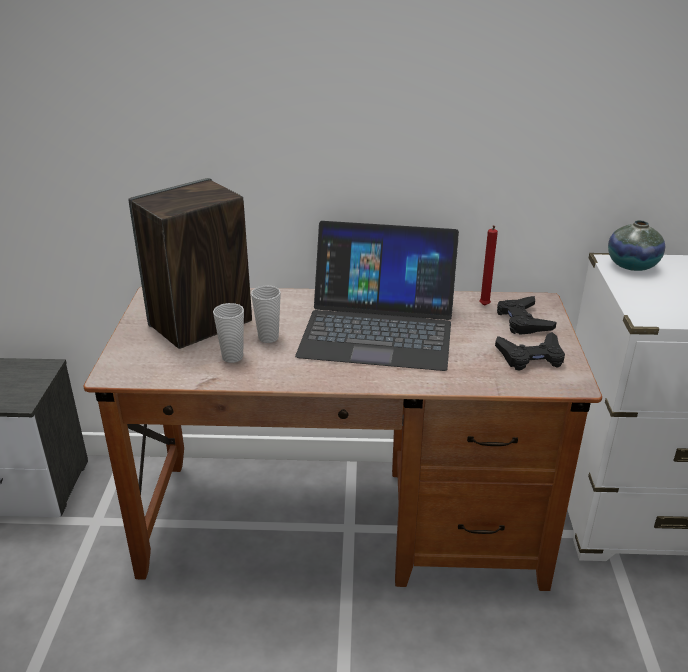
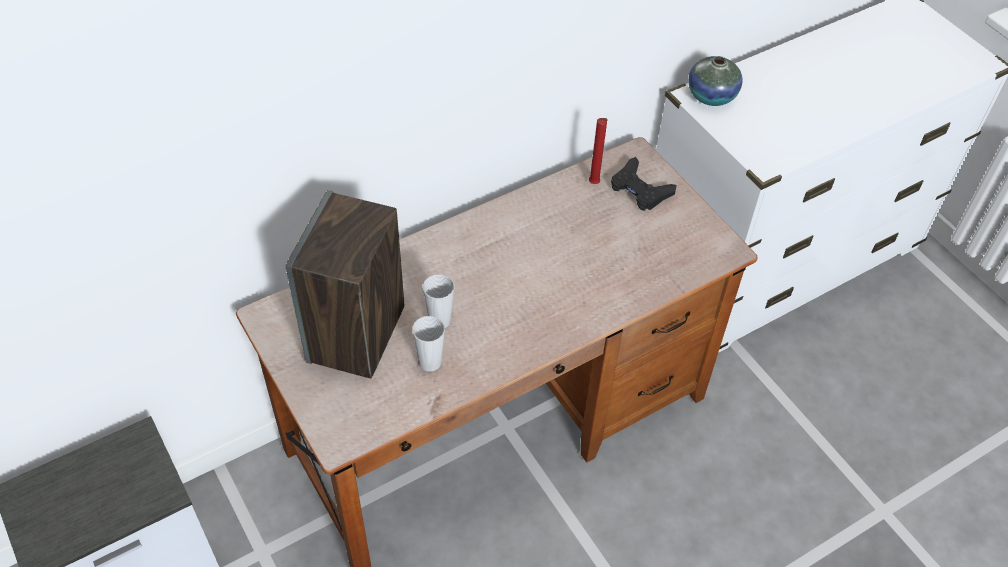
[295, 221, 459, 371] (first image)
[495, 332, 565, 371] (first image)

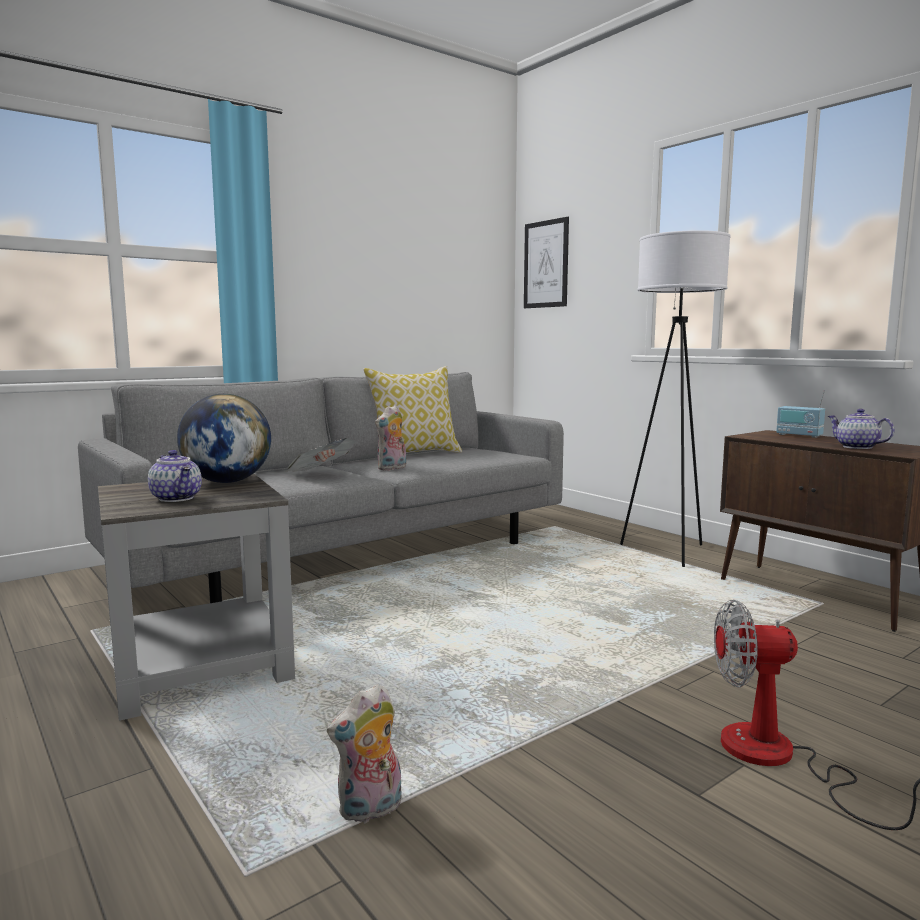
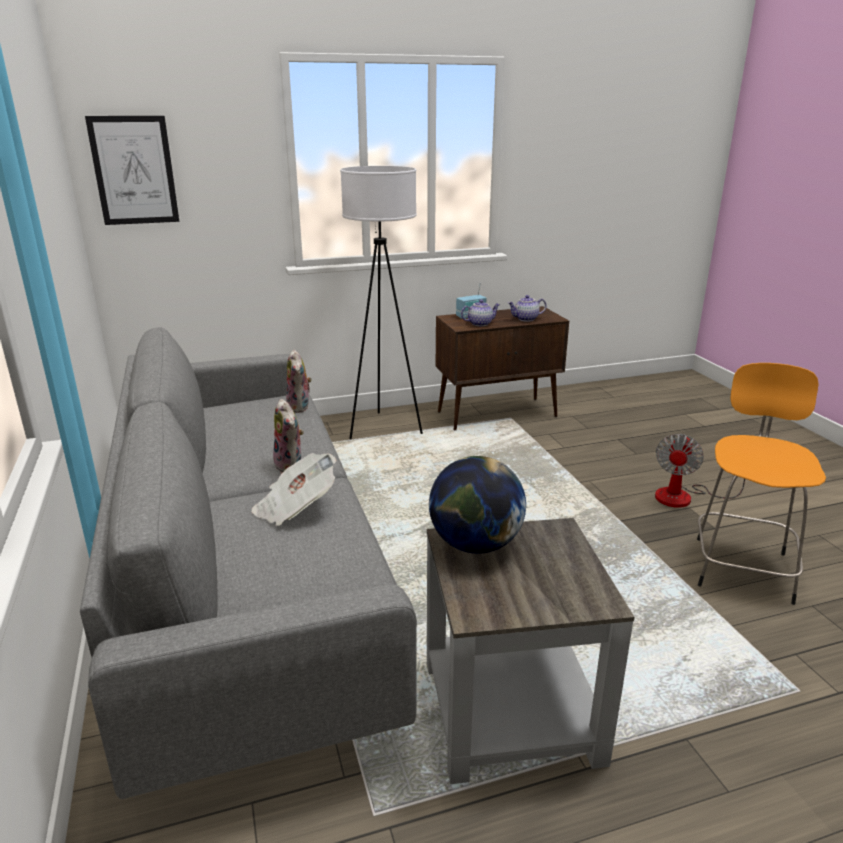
[461, 300, 500, 326]
[286, 349, 312, 413]
[363, 366, 462, 453] (first image)
[697, 363, 826, 605]

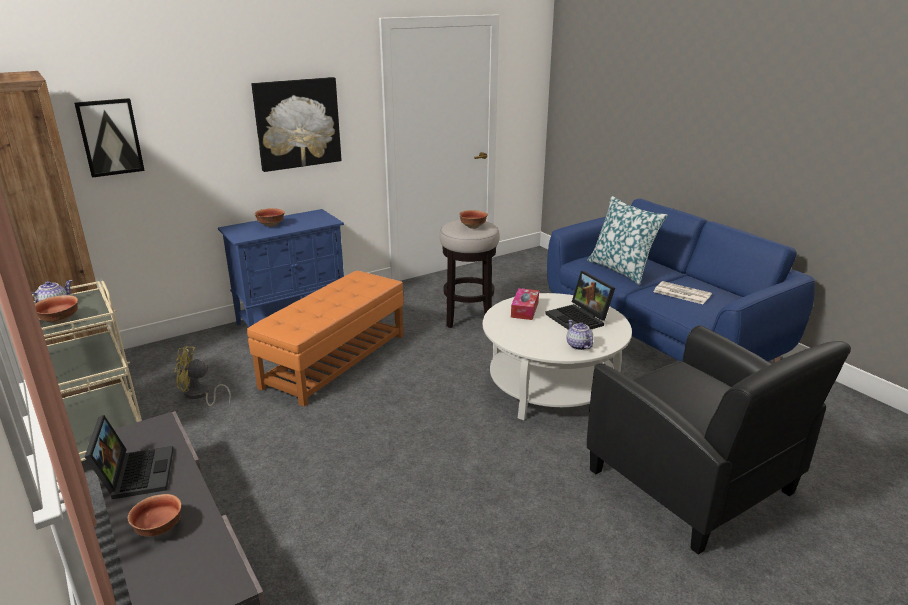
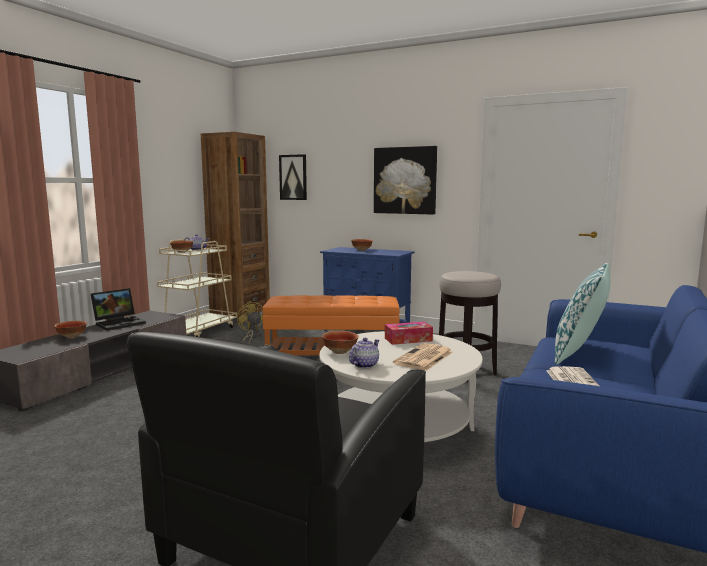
[322, 331, 359, 354]
[393, 343, 453, 371]

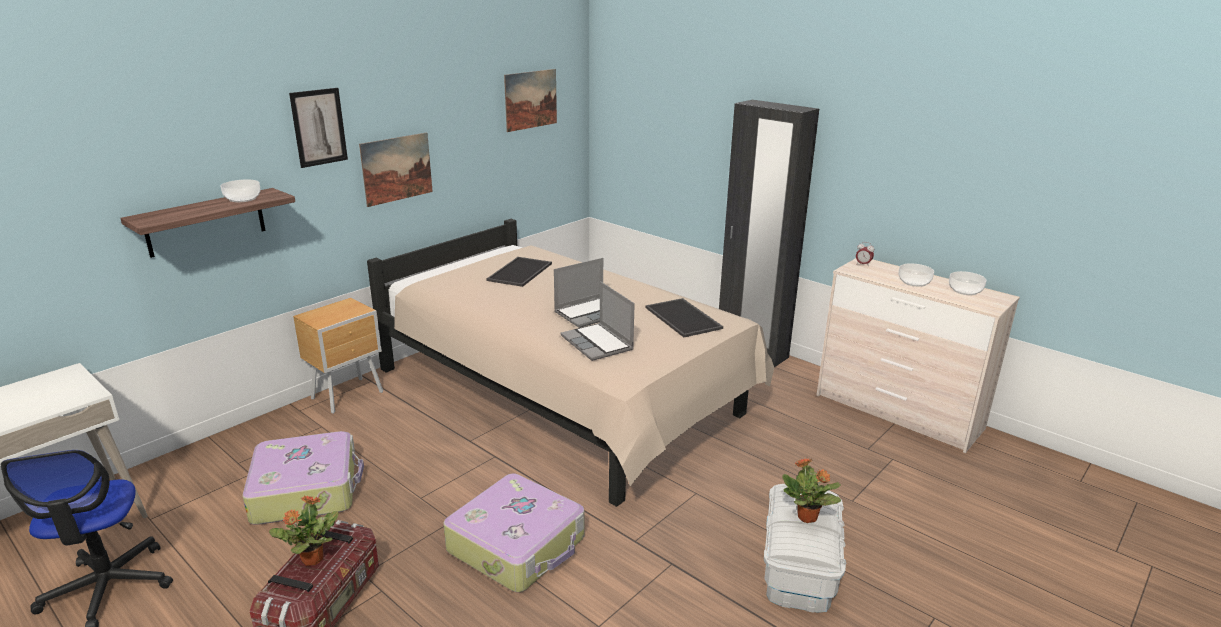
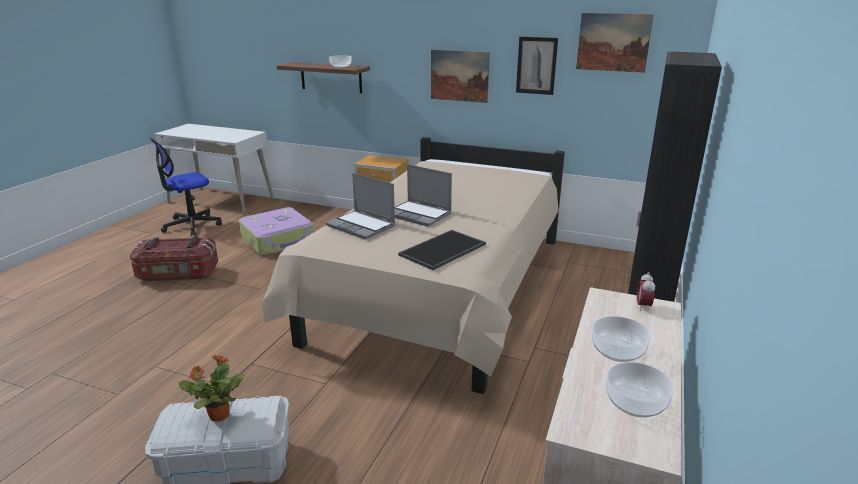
[269, 496, 339, 566] (first image)
[516, 37, 558, 95]
[443, 473, 585, 592] (first image)
[486, 257, 552, 287] (first image)
[325, 173, 395, 239]

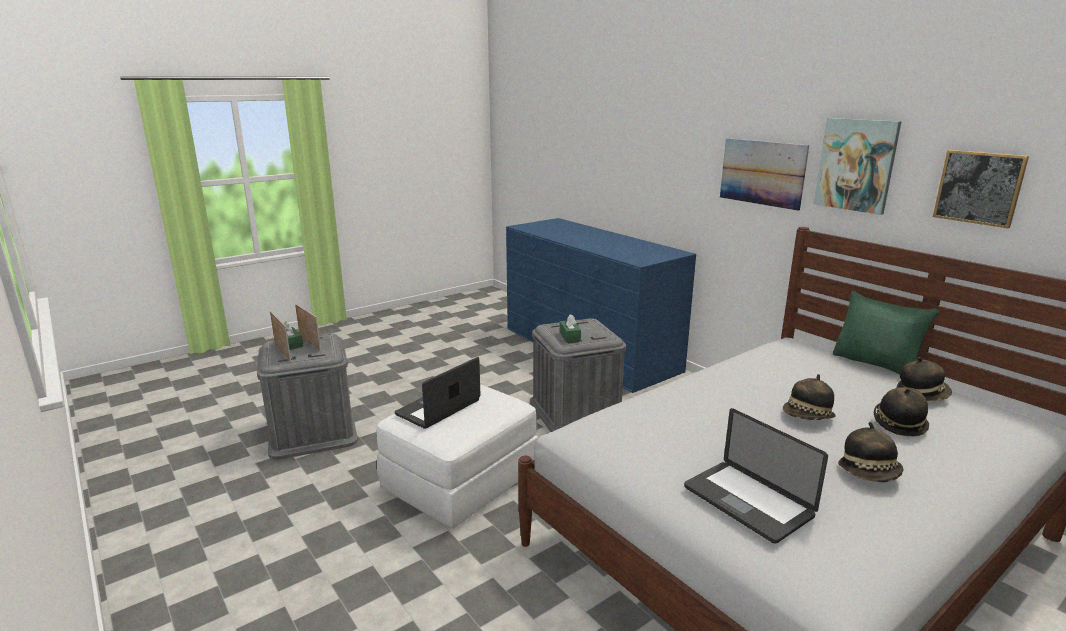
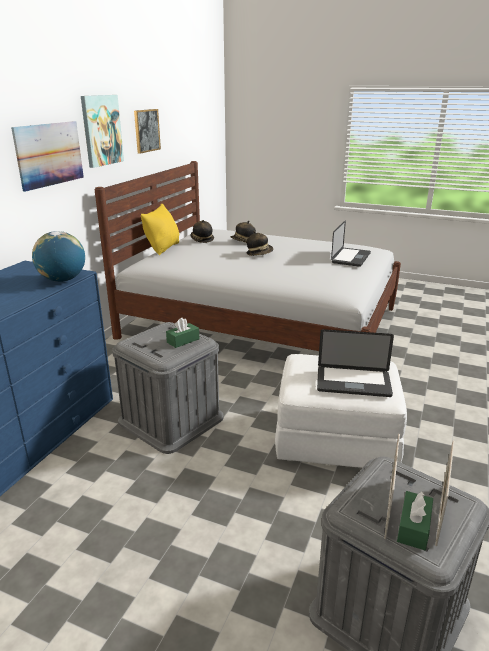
[141, 204, 179, 255]
[838, 422, 903, 482] (first image)
[32, 231, 85, 282]

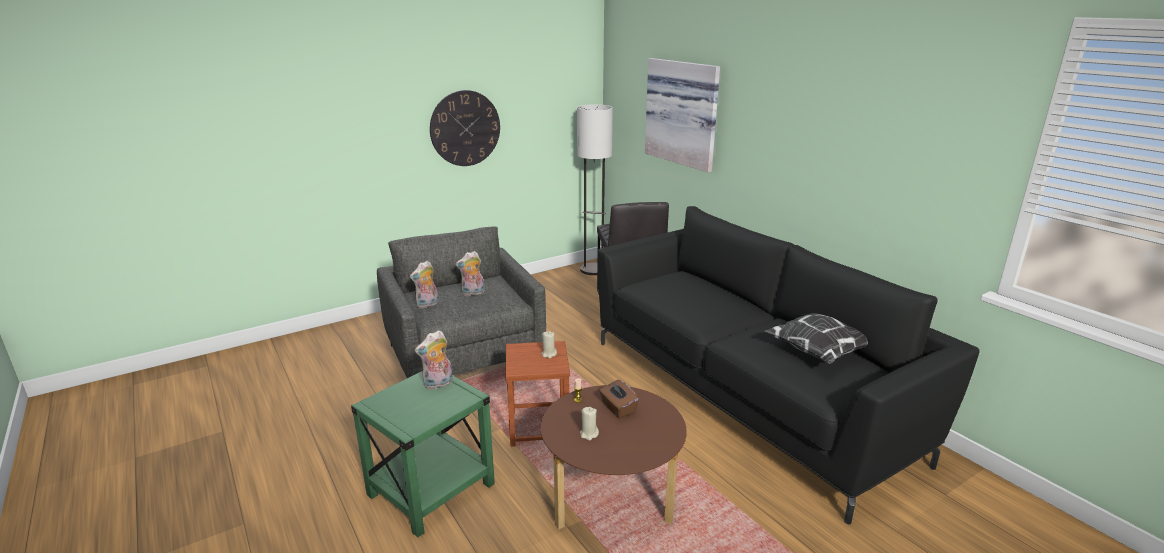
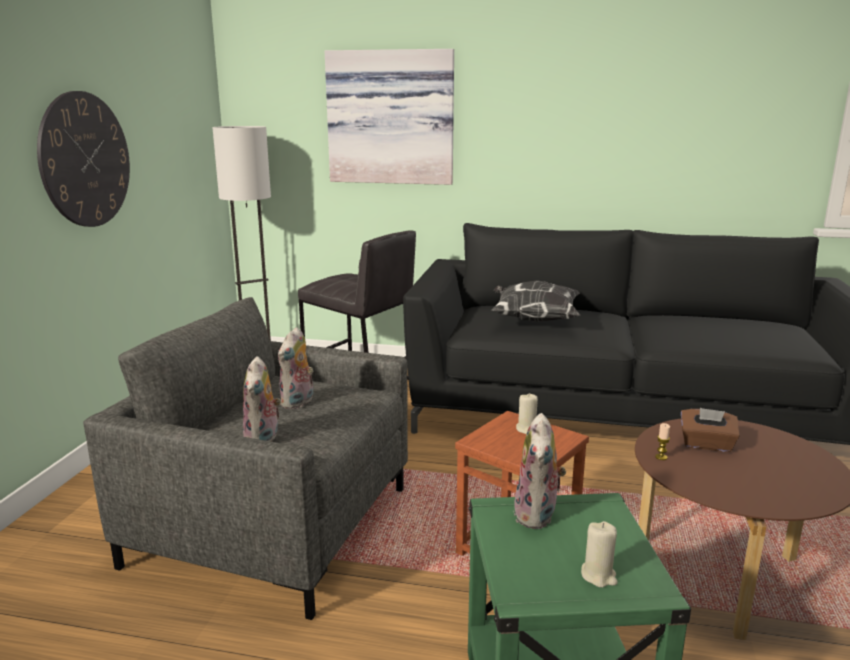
[581, 521, 618, 588]
[491, 280, 580, 322]

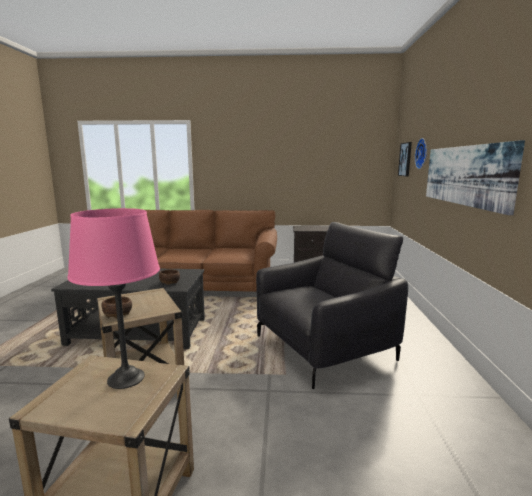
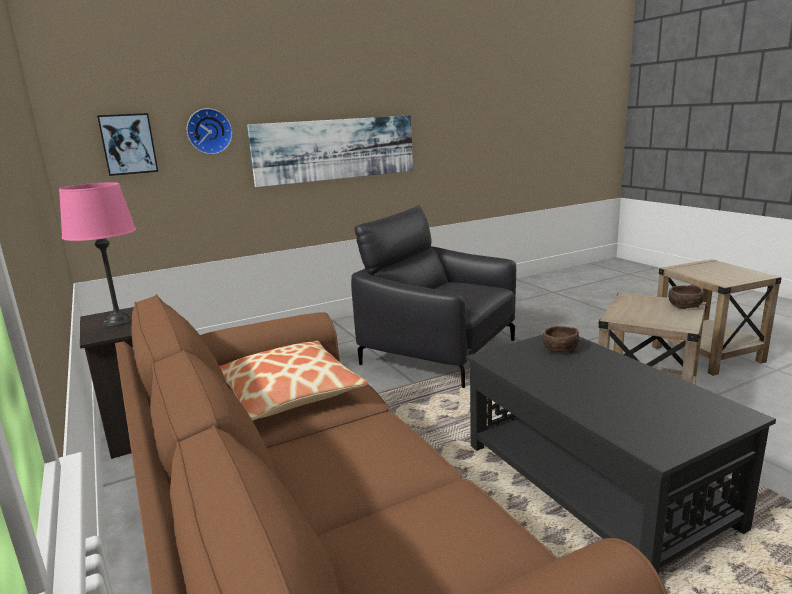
[59, 182, 136, 326]
[219, 341, 368, 421]

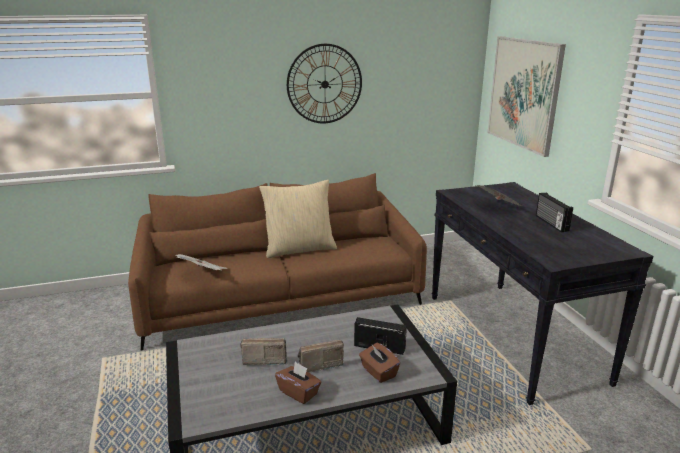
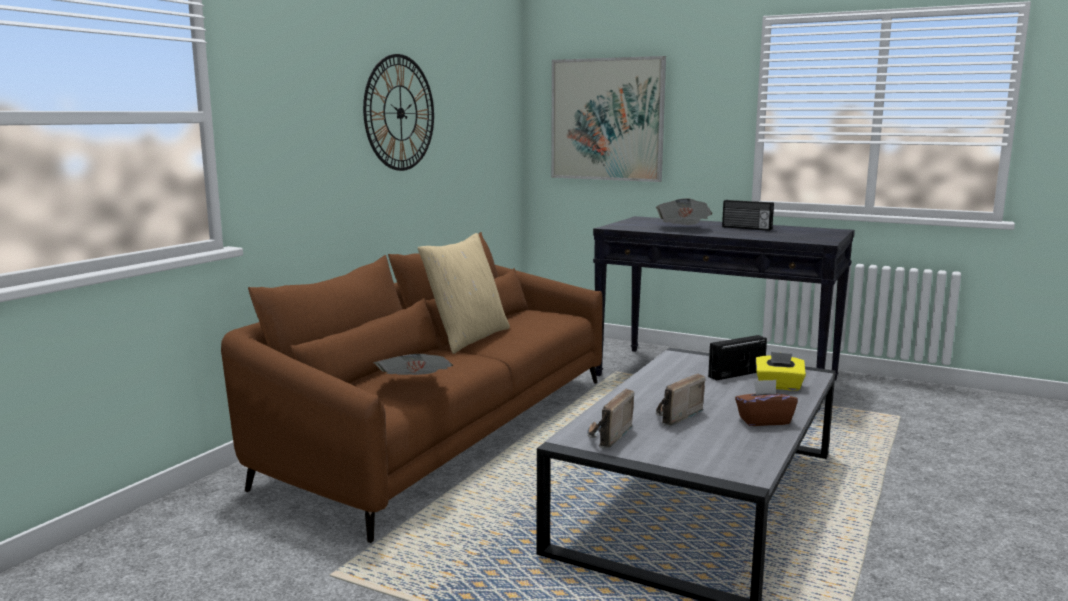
[587, 388, 634, 449]
[755, 352, 806, 391]

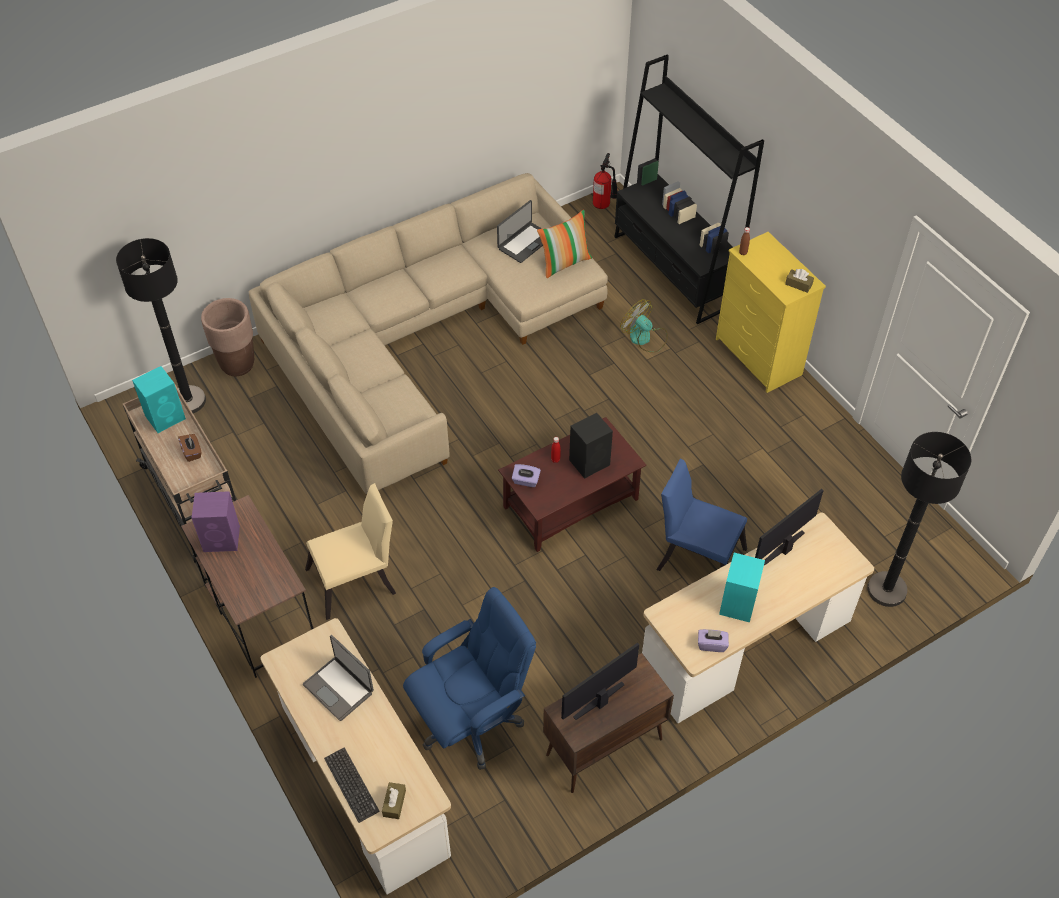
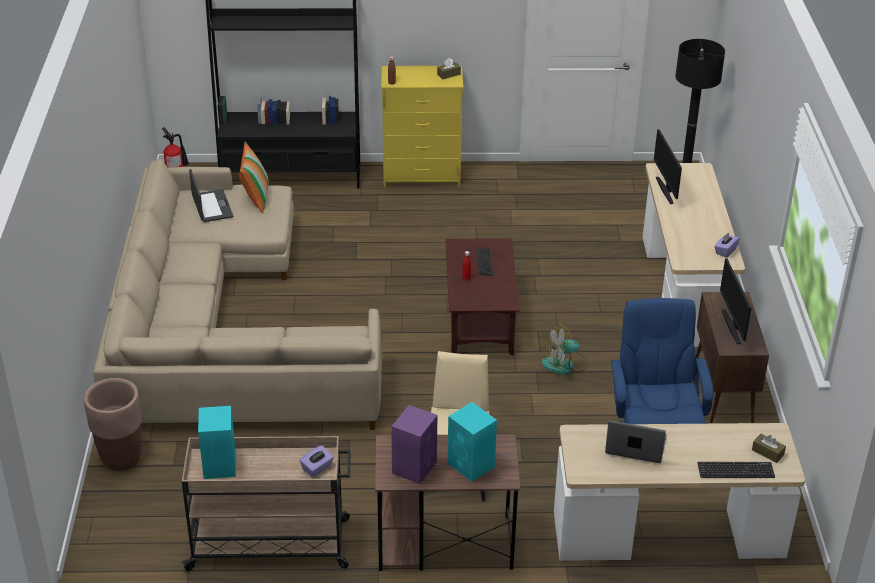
[116, 238, 206, 413] (first image)
[178, 434, 202, 462] (first image)
[605, 420, 667, 463]
[300, 445, 334, 477]
[477, 248, 493, 276]
[542, 324, 589, 375]
[657, 459, 747, 571] (first image)
[447, 402, 497, 482]

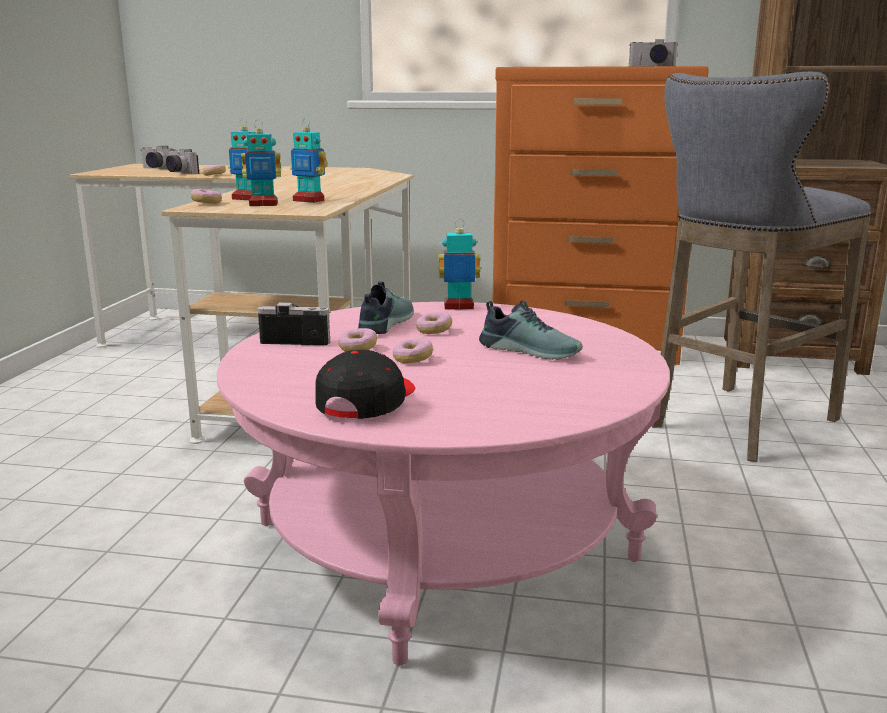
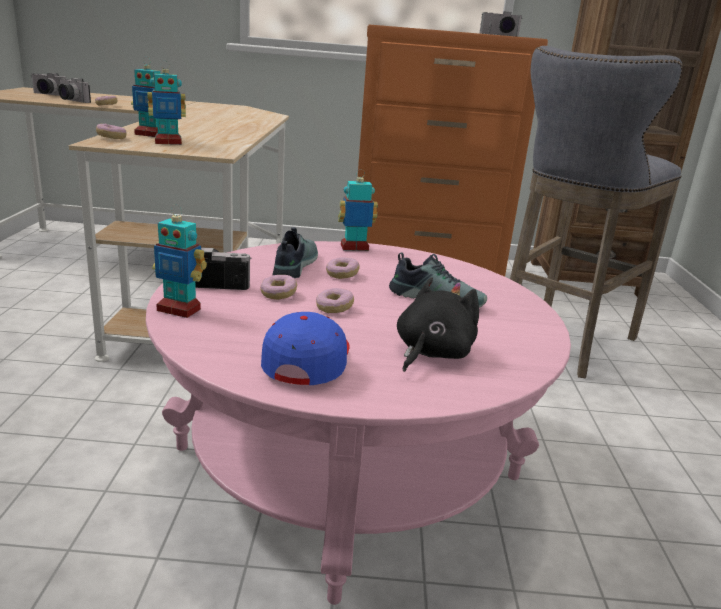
[152, 204, 207, 318]
[261, 312, 350, 385]
[397, 277, 479, 372]

